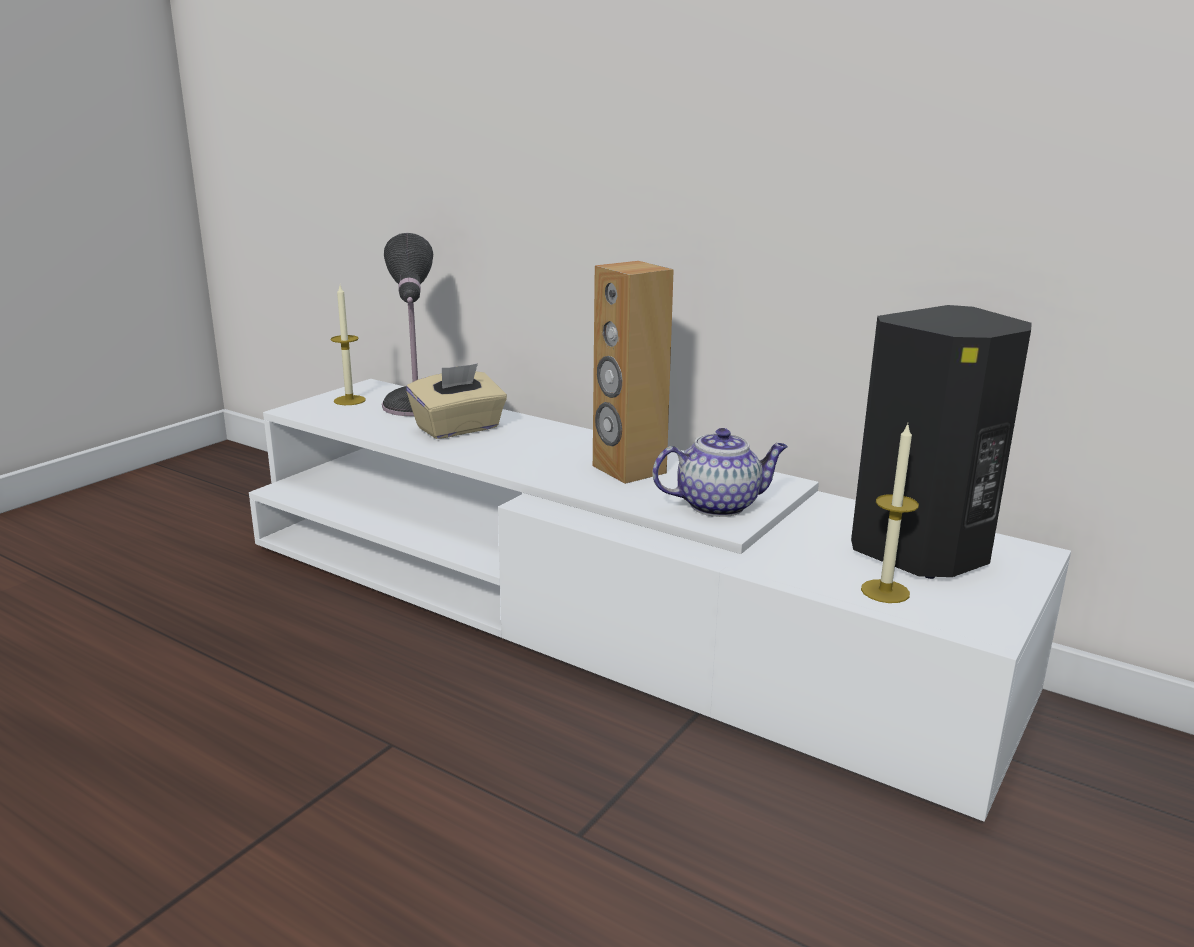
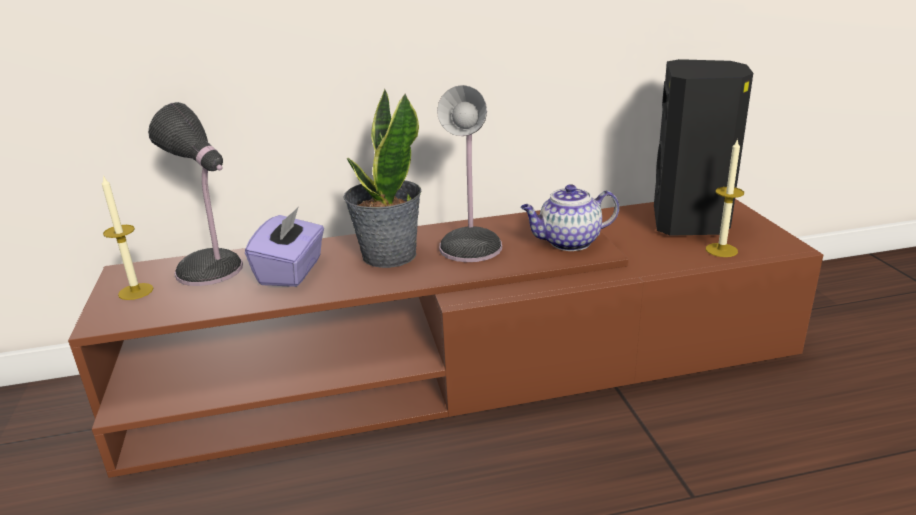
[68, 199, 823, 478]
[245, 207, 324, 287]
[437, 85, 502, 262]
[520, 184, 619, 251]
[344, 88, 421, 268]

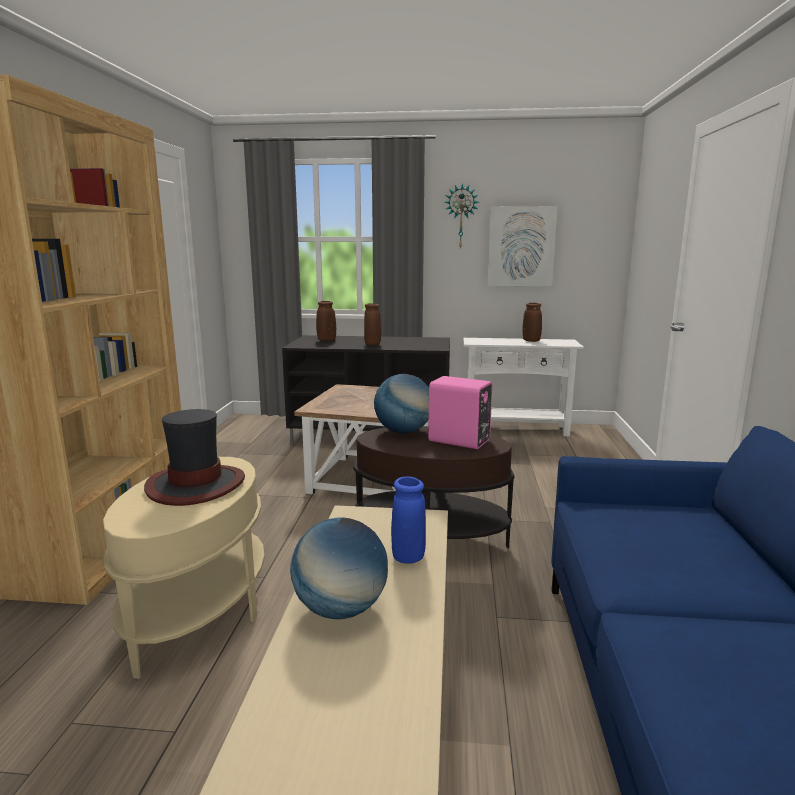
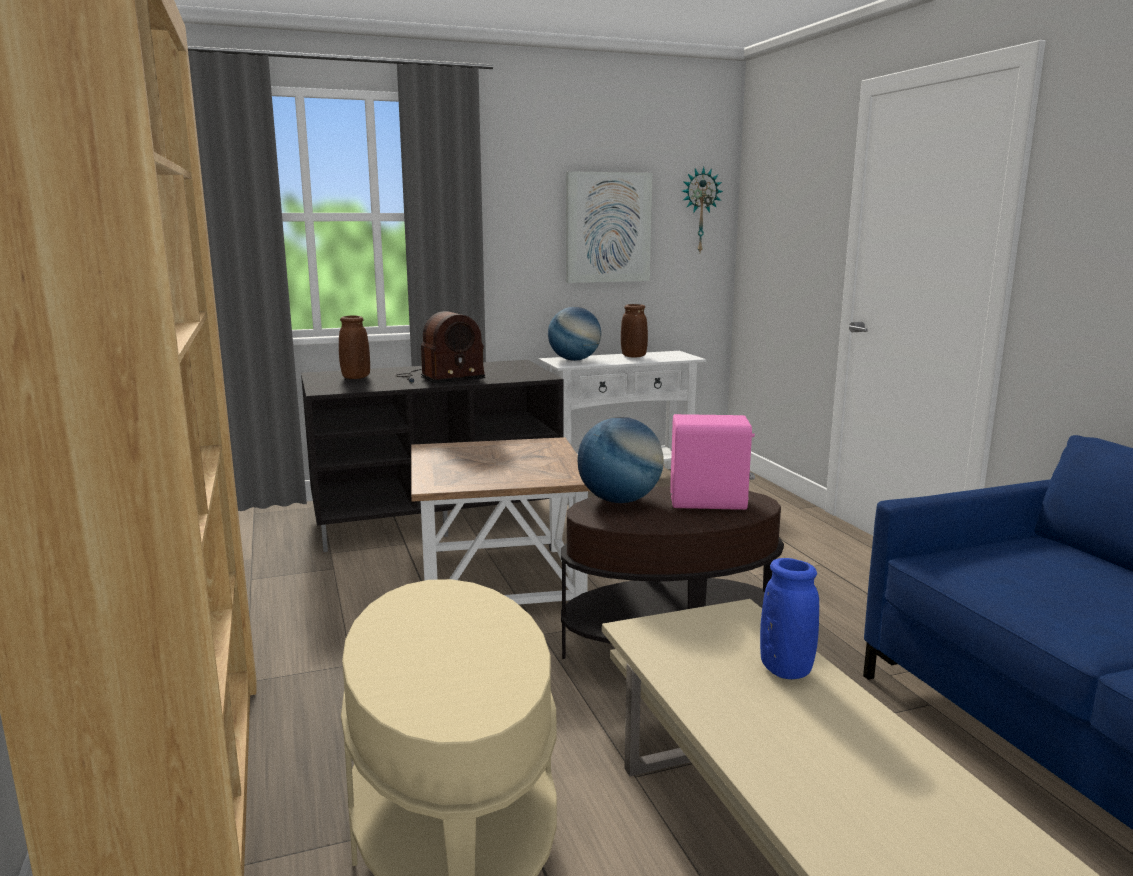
[144, 409, 245, 506] (first image)
[548, 307, 601, 361]
[395, 311, 485, 383]
[682, 166, 723, 252]

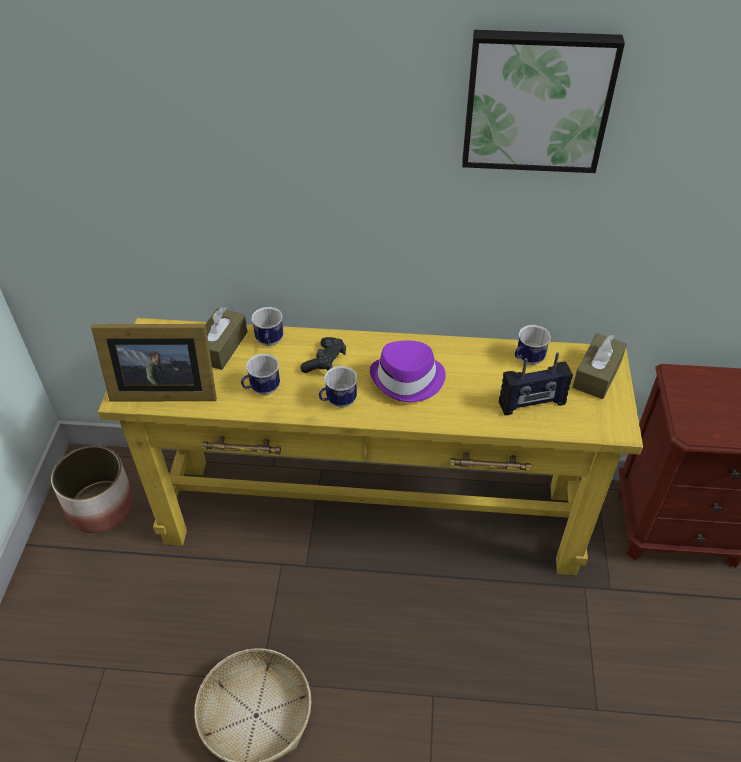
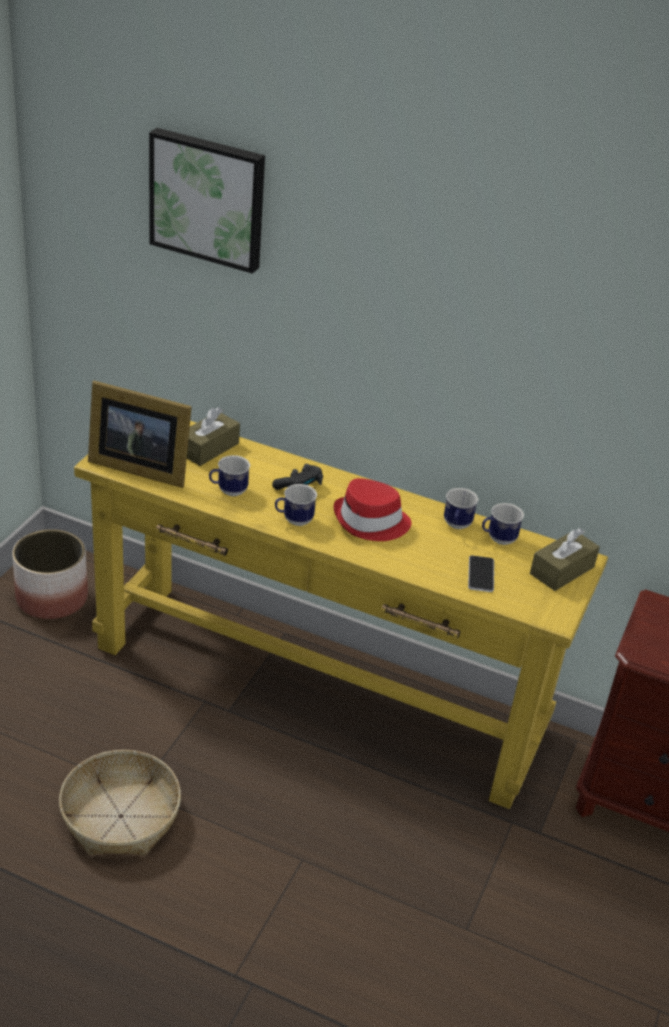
[444, 488, 478, 529]
[334, 478, 411, 541]
[149, 128, 265, 274]
[468, 555, 494, 592]

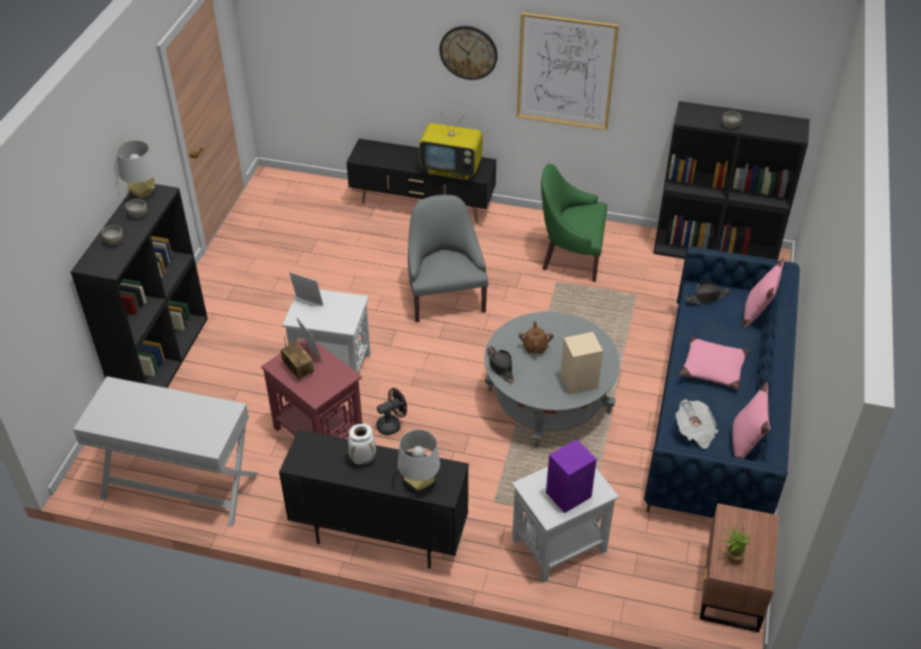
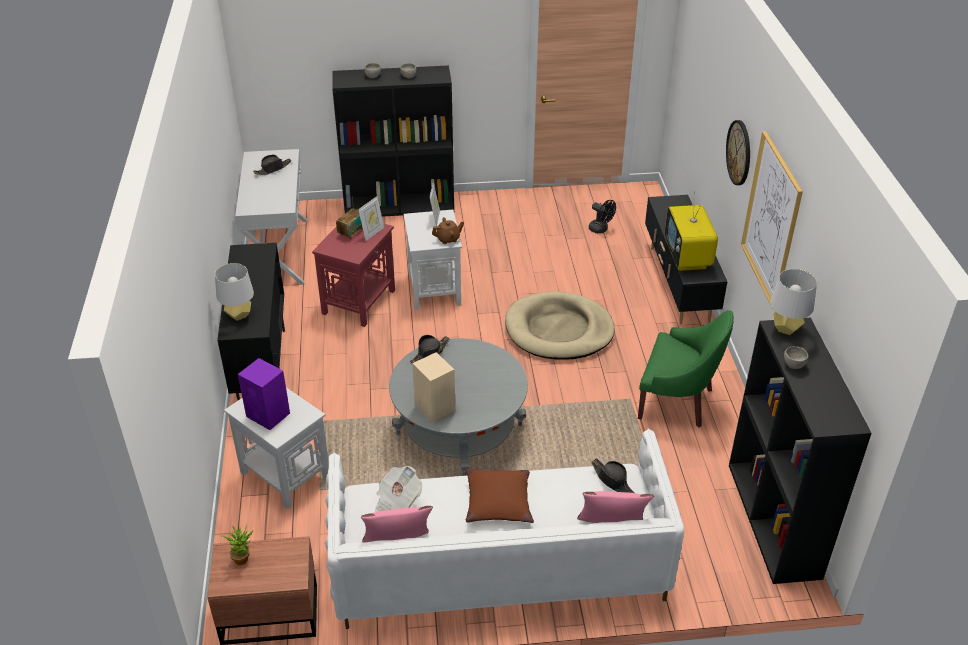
[770, 269, 817, 335]
[348, 424, 376, 465] (first image)
[589, 200, 616, 233]
[505, 292, 615, 360]
[432, 217, 464, 244]
[638, 310, 734, 427]
[325, 429, 684, 629]
[466, 469, 534, 523]
[253, 155, 291, 175]

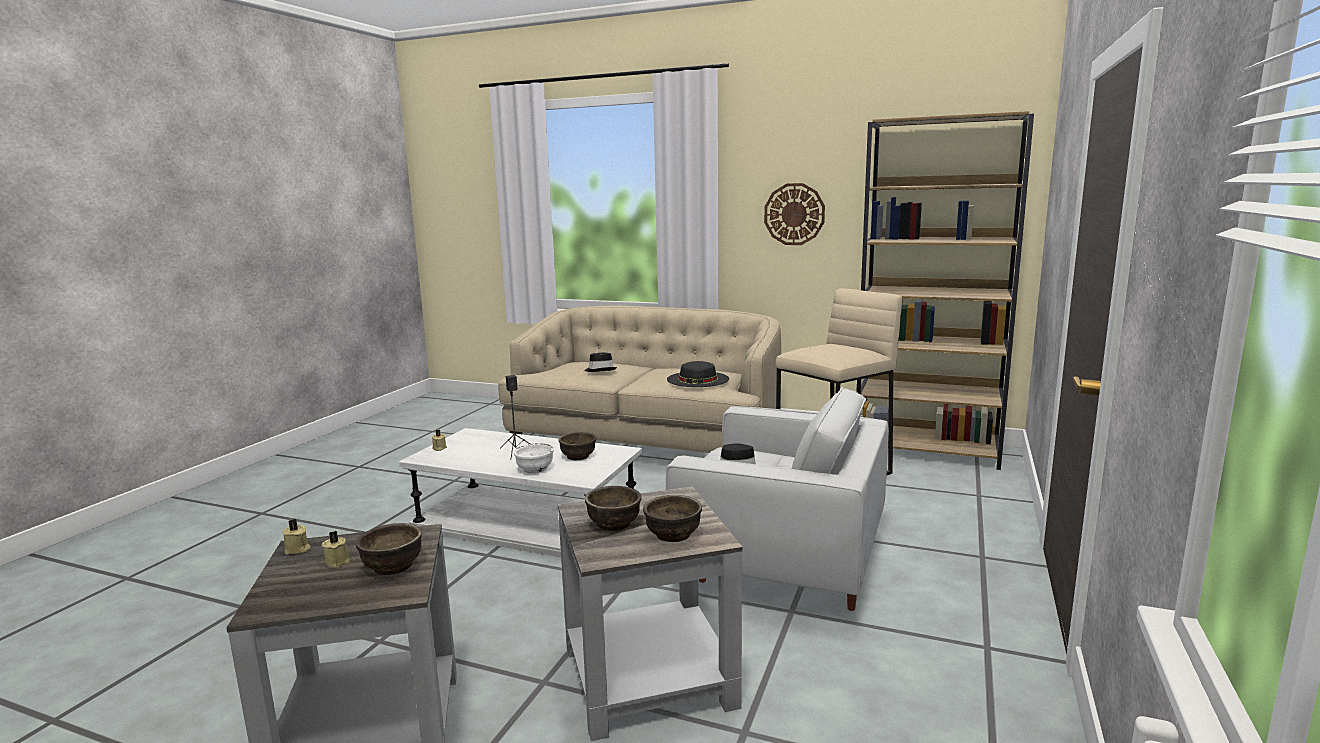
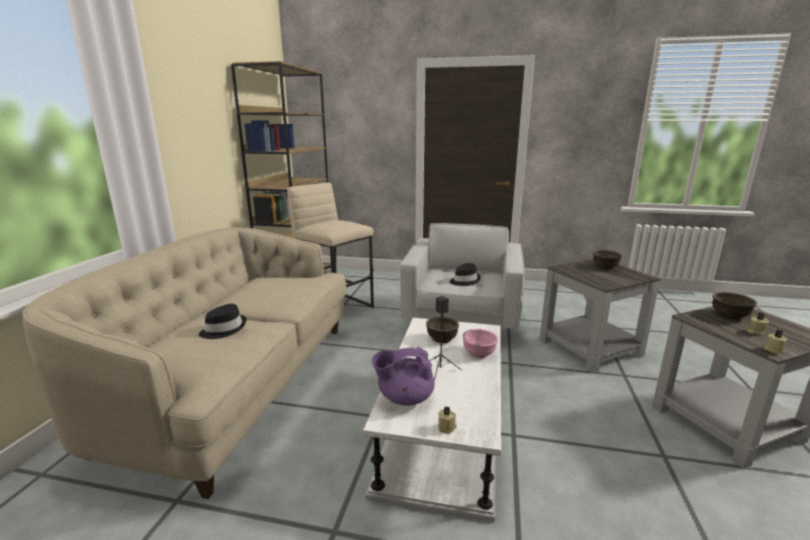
[463, 329, 498, 358]
[585, 486, 642, 531] (first image)
[667, 361, 729, 387] (first image)
[764, 183, 825, 245] (first image)
[372, 347, 435, 406]

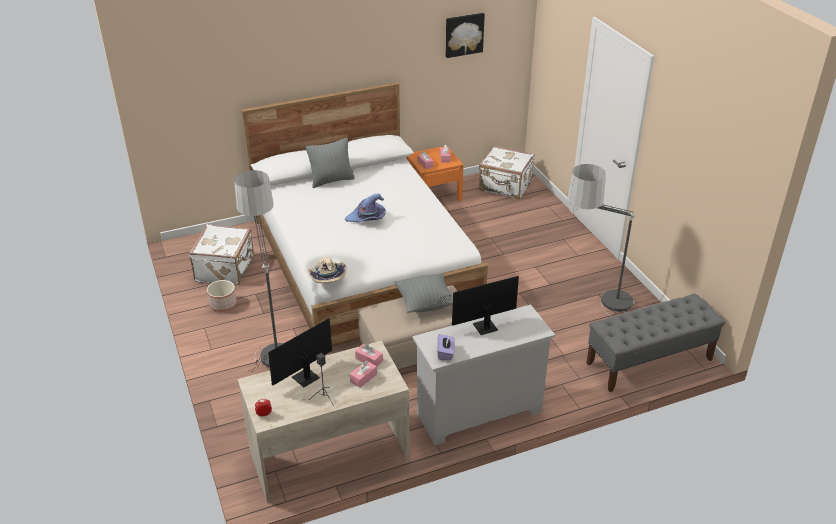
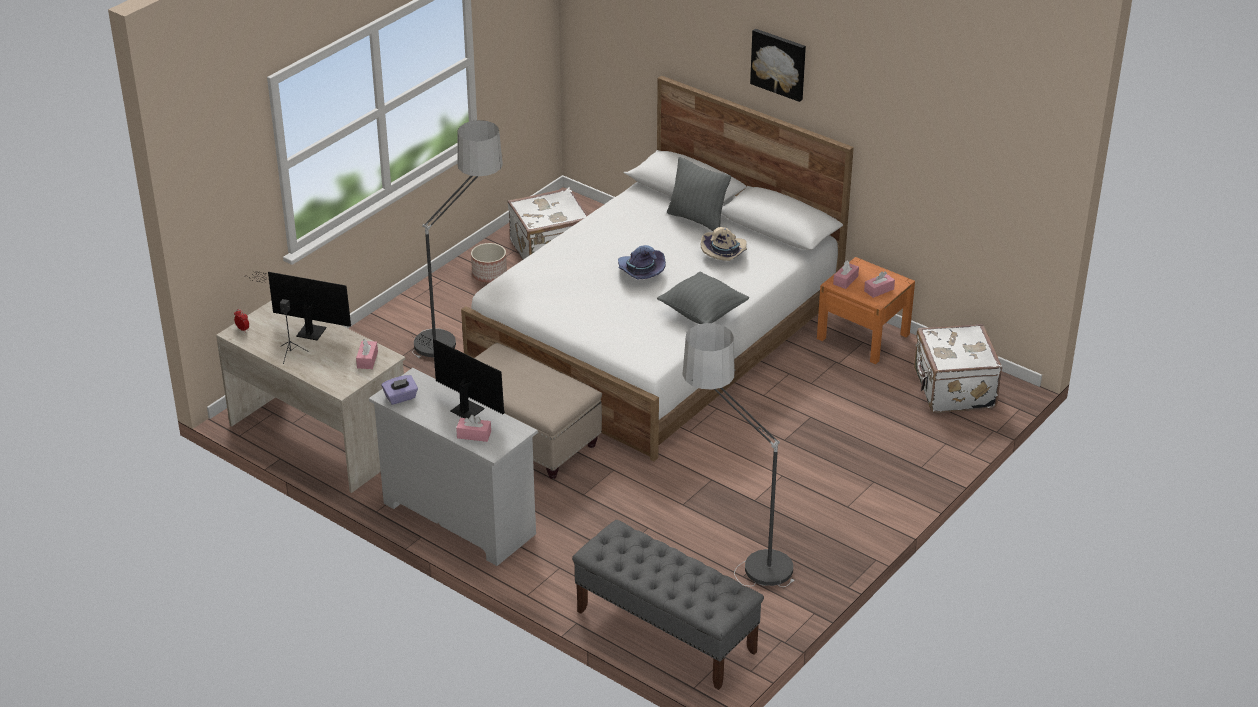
[701, 227, 747, 261]
[456, 415, 491, 442]
[657, 271, 750, 324]
[750, 29, 806, 102]

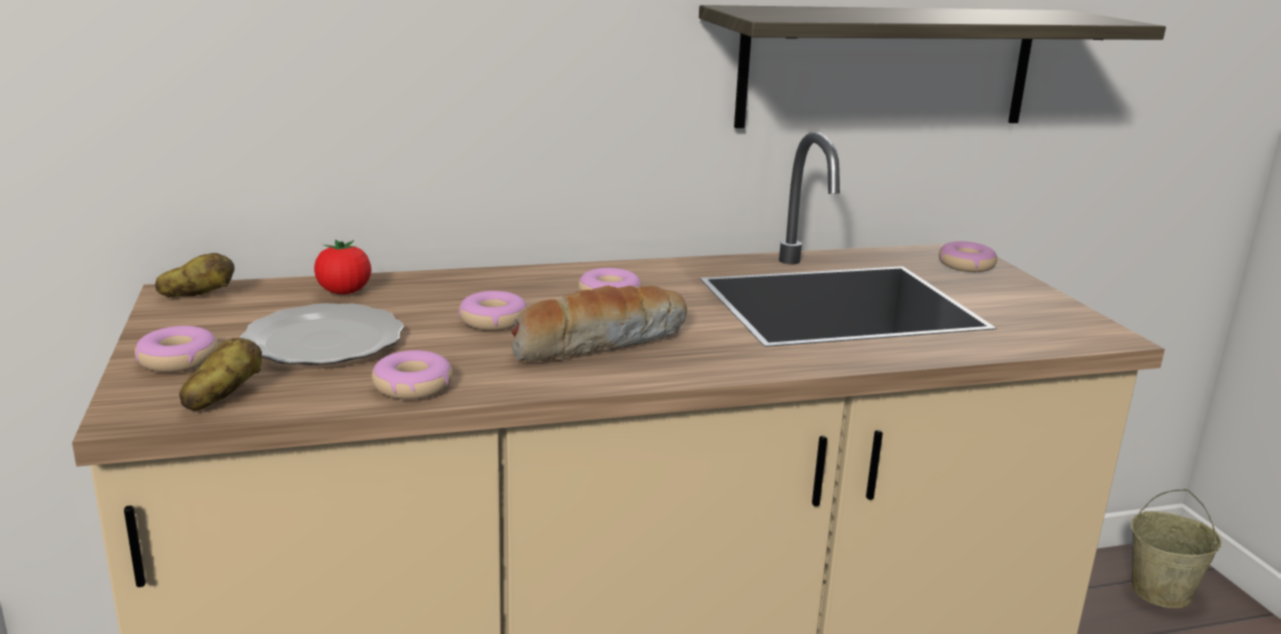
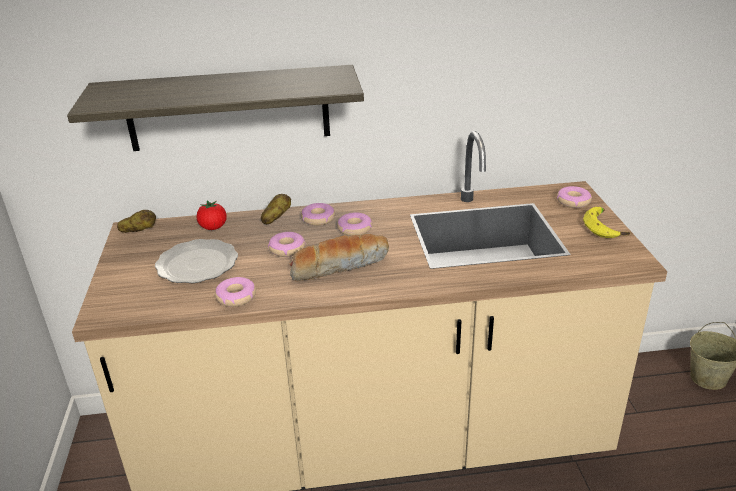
[301, 203, 335, 226]
[261, 194, 291, 224]
[67, 65, 364, 151]
[583, 207, 630, 238]

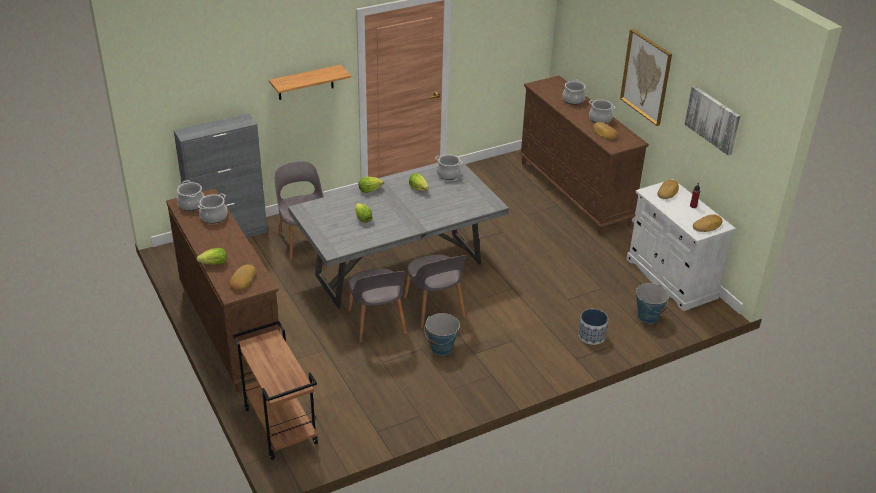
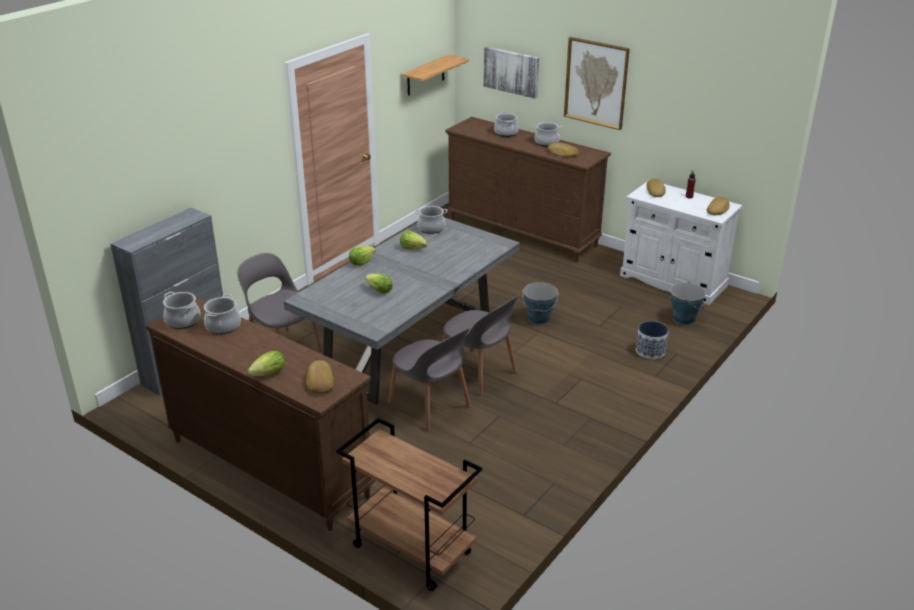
[402, 55, 469, 96]
[522, 282, 559, 325]
[483, 47, 539, 99]

